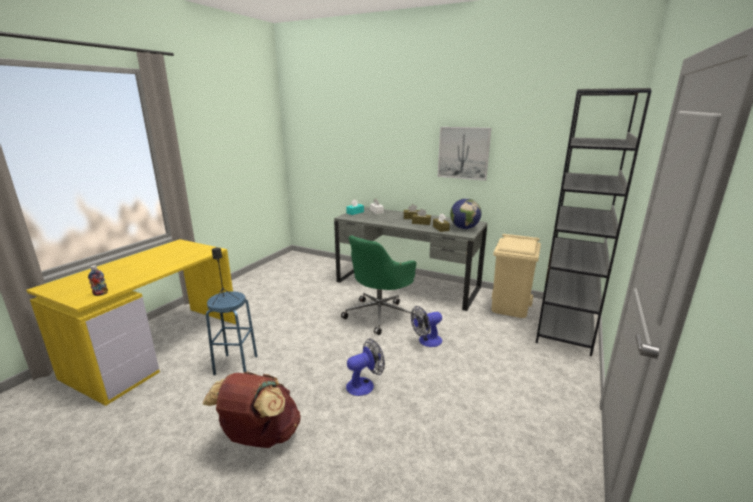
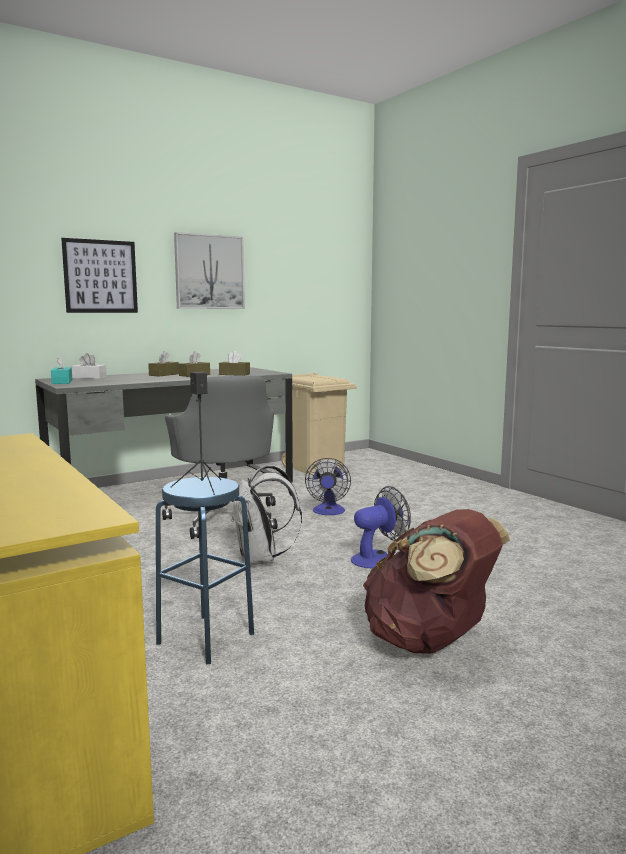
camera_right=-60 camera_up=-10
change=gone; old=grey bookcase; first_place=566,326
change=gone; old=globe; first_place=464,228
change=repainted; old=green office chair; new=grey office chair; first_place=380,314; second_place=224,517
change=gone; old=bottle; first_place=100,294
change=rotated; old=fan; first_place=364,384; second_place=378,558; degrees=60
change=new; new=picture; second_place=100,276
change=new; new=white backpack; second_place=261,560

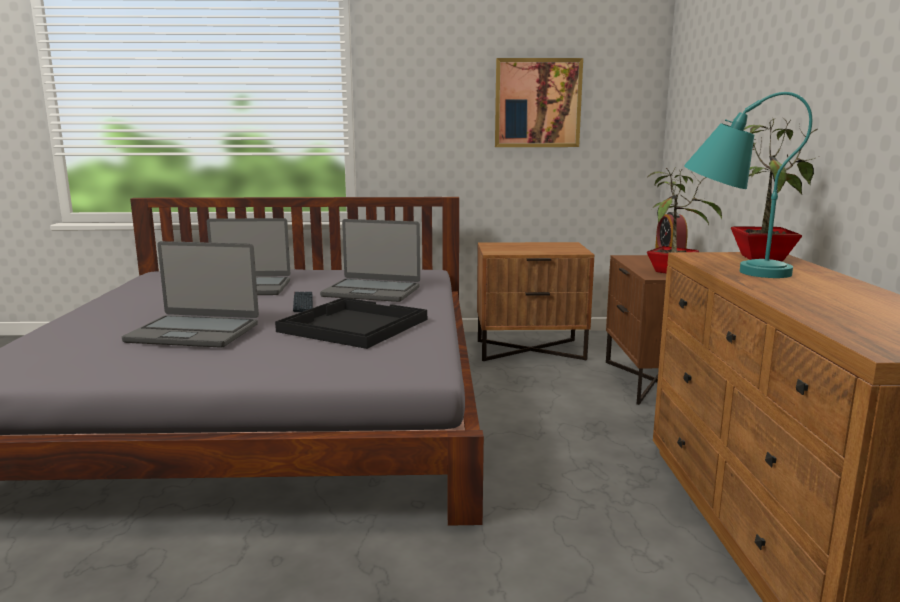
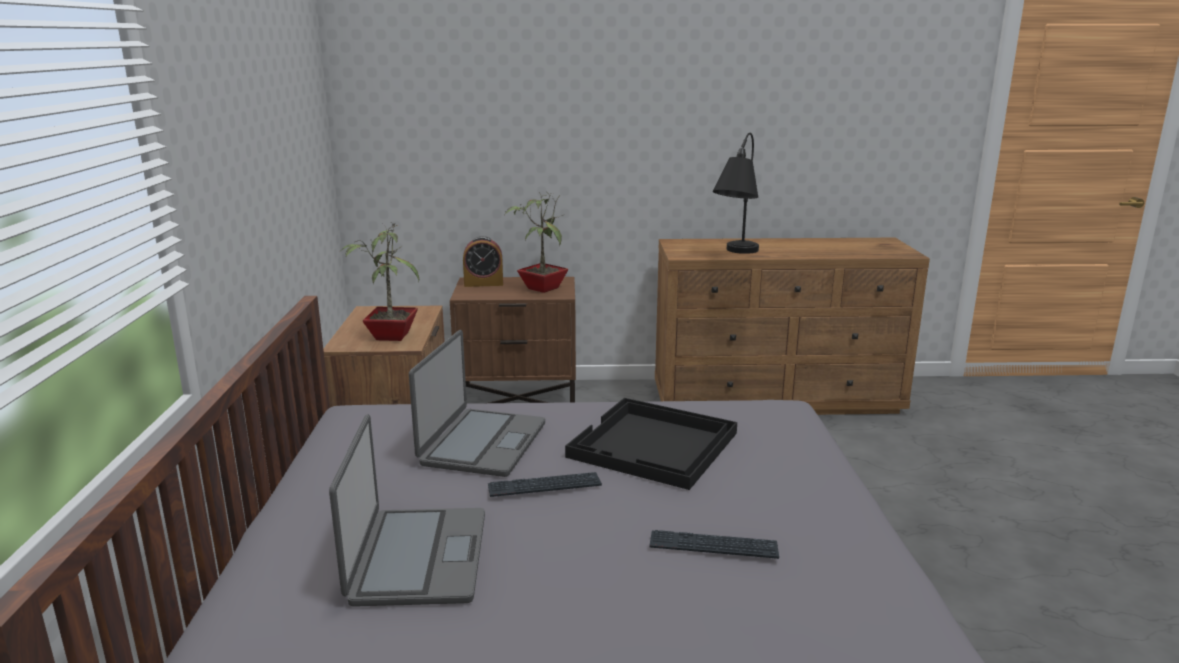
camera_right=-90 camera_up=5
change=gone; old=picture; first_place=537,103
change=repainted; old=turquoise table lamp; new=black table lamp; first_place=729,269; second_place=735,254
change=shifted; old=potted plant; first_place=760,258; second_place=390,336
change=swapped; old=laptop; new=keyboard; first_place=194,332; second_place=713,547

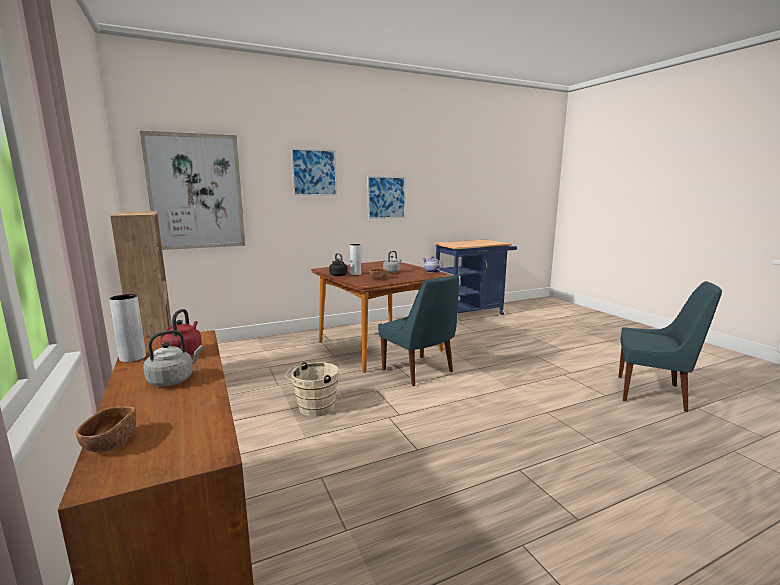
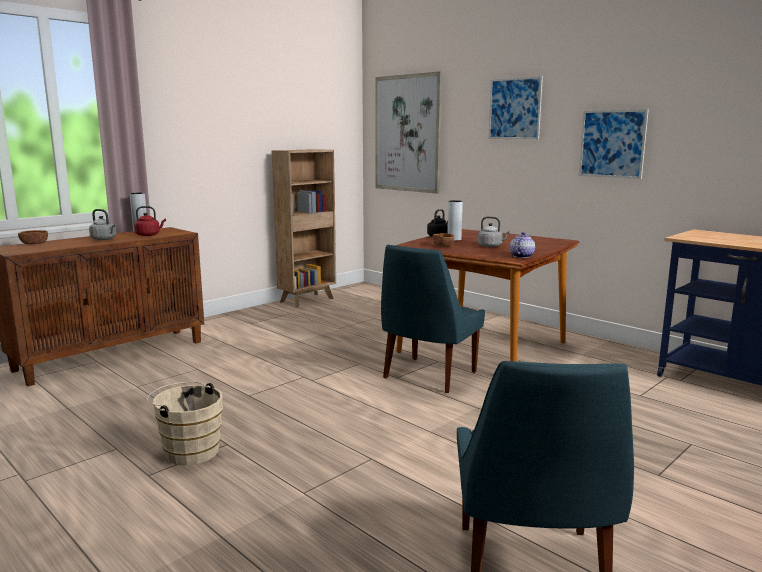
camera_right=70 camera_up=0
change=shifted; old=beige bucket; first_place=313,408; second_place=189,450

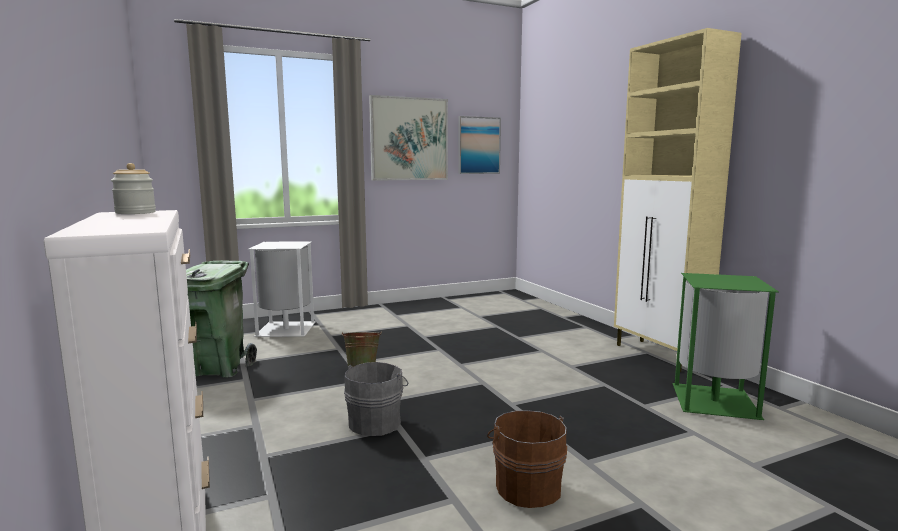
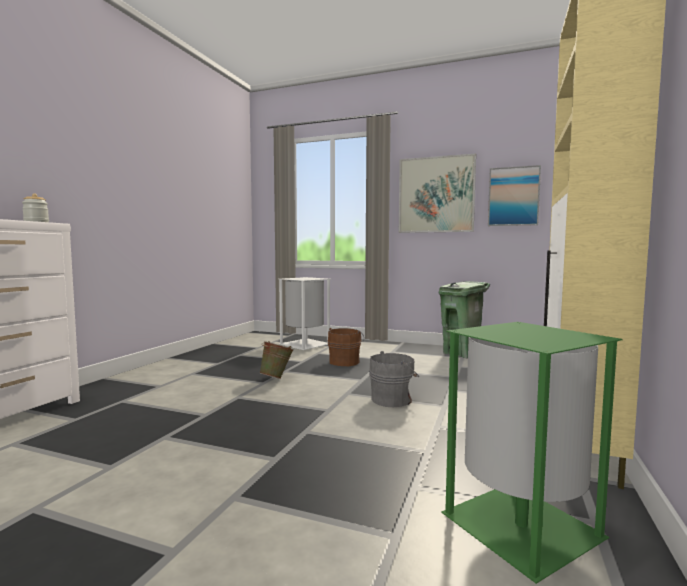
camera_right=45 camera_up=-5
change=shifted; old=green trash can; first_place=220,369; second_place=462,353
change=shifted; old=grey bucket; first_place=376,422; second_place=393,399
change=shifted; old=brown bucket; first_place=527,486; second_place=345,362

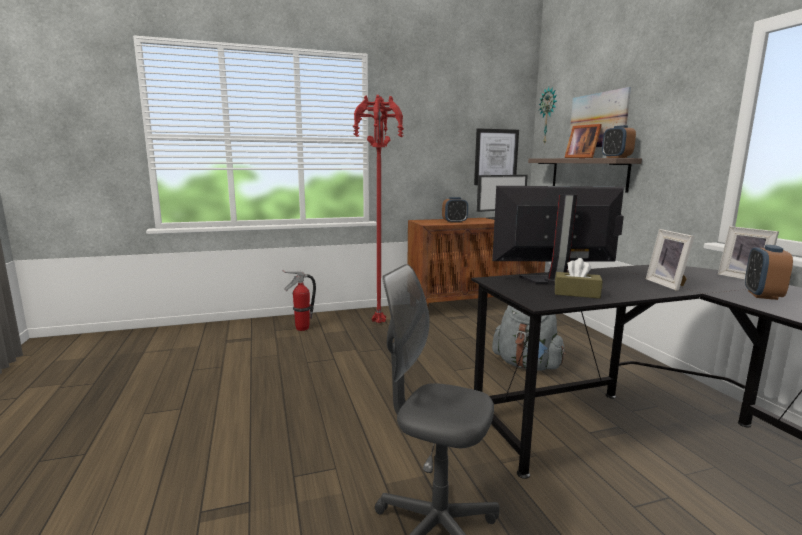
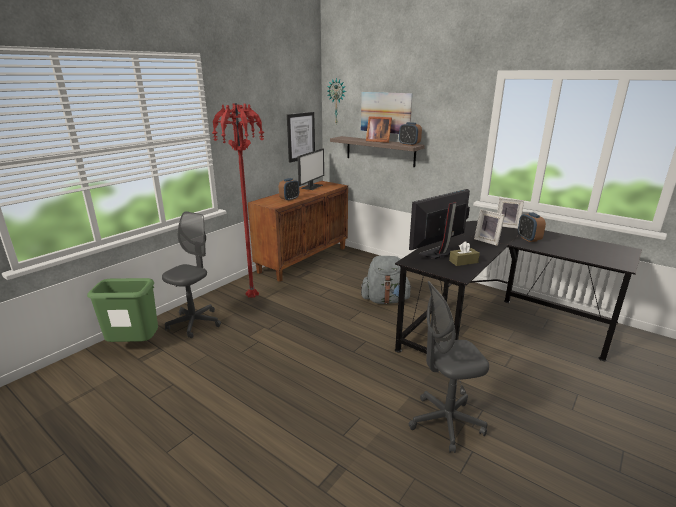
camera_right=-35 camera_up=10
change=swapped; old=fire extinguisher; new=grey office chair; first_place=301,328; second_place=194,323
change=new; new=green trash can; second_place=135,345

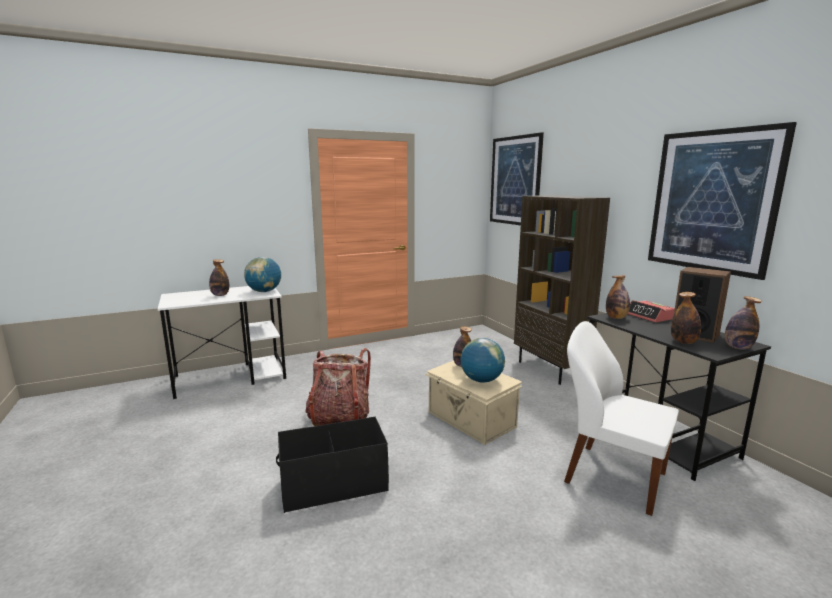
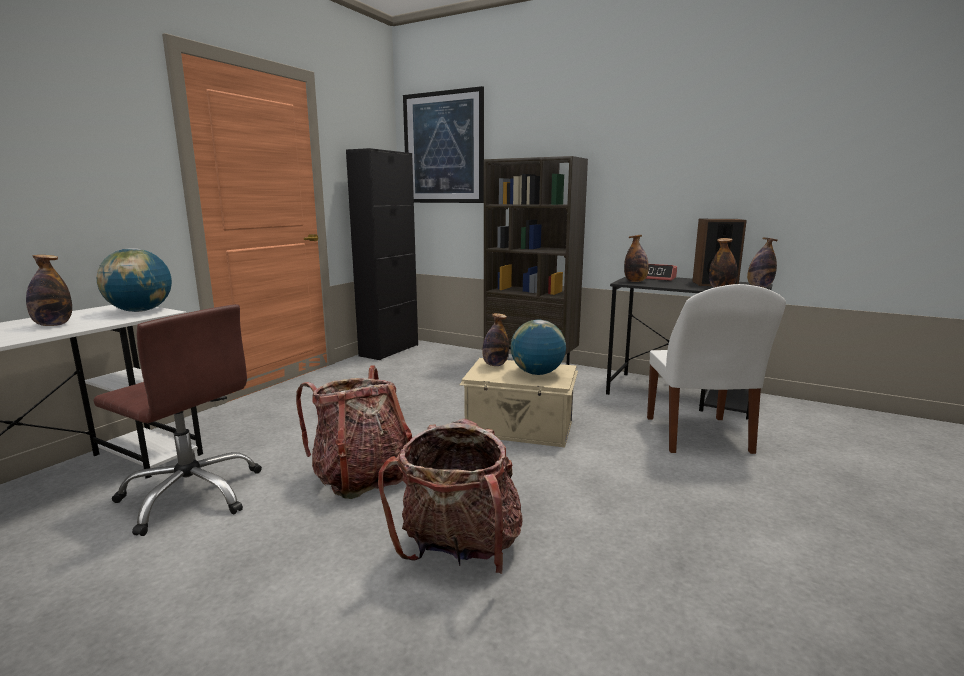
camera_right=-35 camera_up=0
change=gone; old=picture; first_place=712,201
change=rotated; old=white chair; first_place=611,476; second_place=698,436; degrees=-90
change=swapped; old=black storage box; new=backpack; first_place=333,484; second_place=459,550
change=new; new=black cabinet; second_place=389,350
change=new; new=brown office chair; second_place=192,494

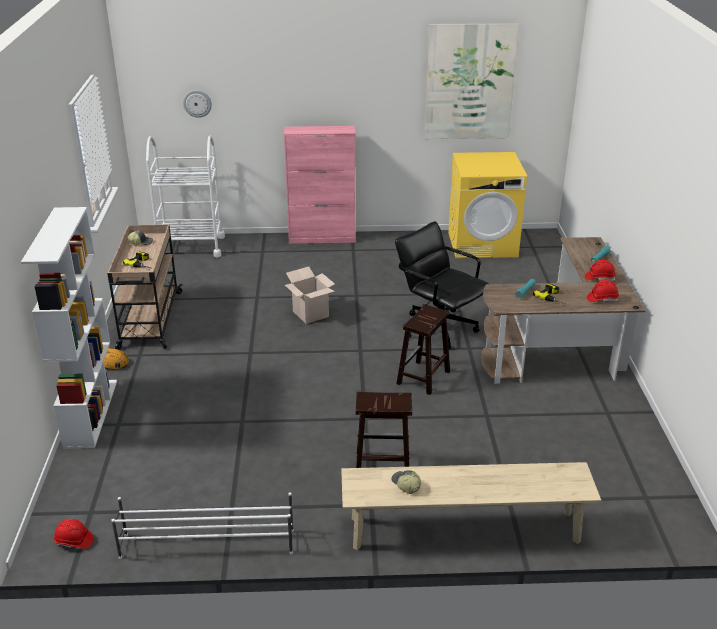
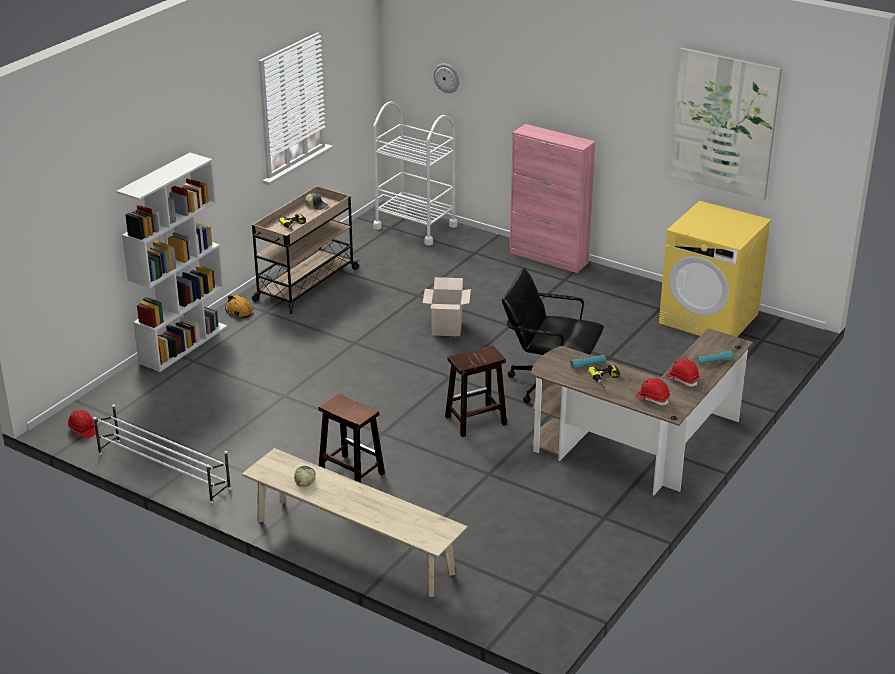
camera_right=35 camera_up=0
change=rotated; old=black office chair; first_place=439,328; second_place=549,384; degrees=-60

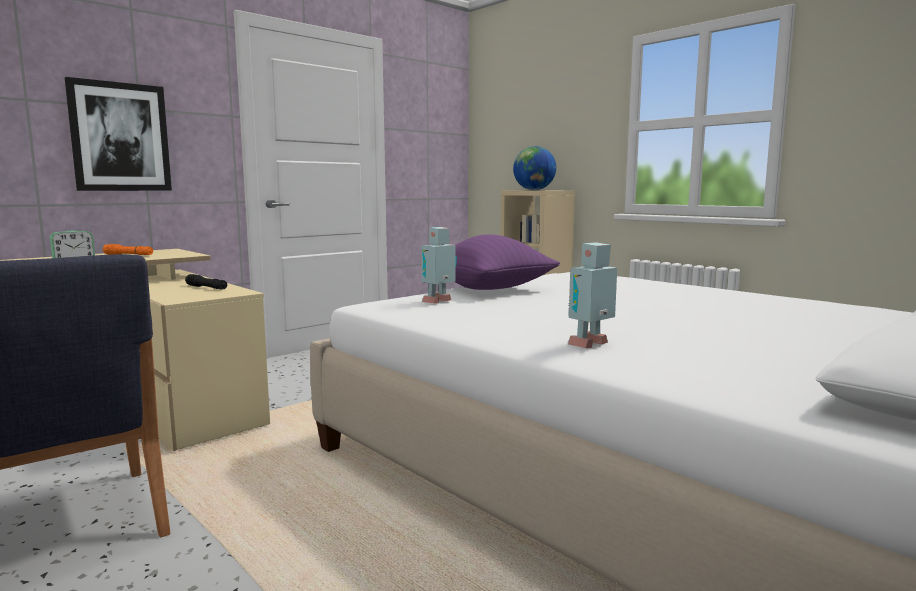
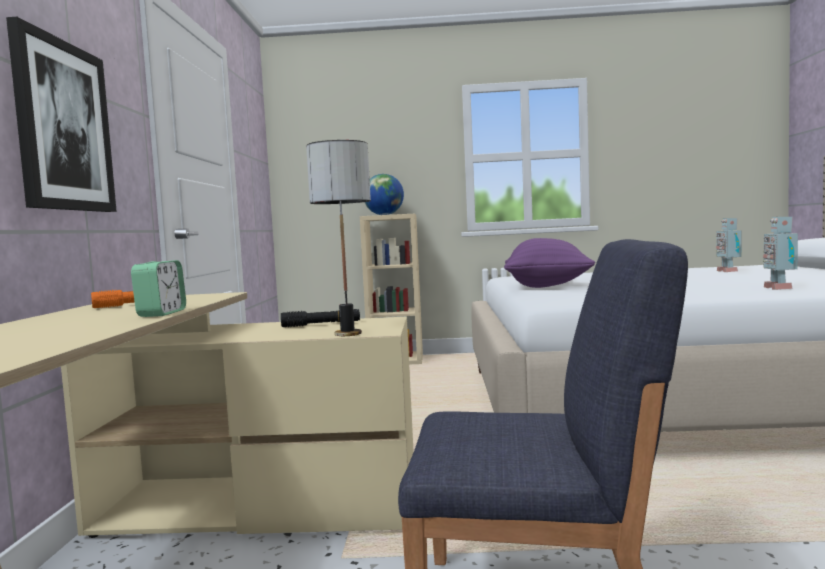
camera_right=-45 camera_up=-5
change=shifted; old=toy robot; first_place=439,302; second_place=728,271
change=new; new=table lamp; second_place=348,333

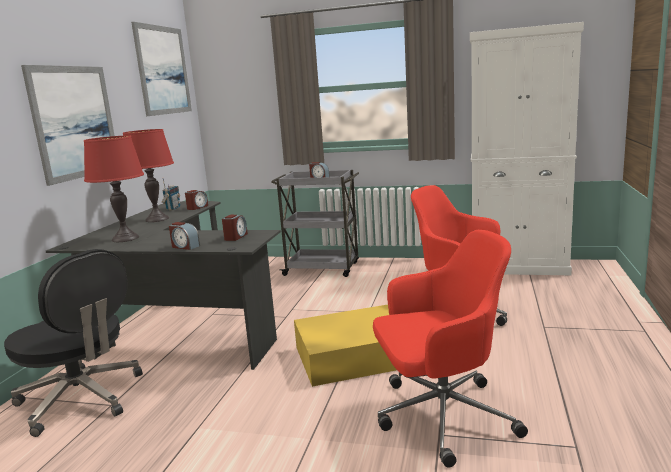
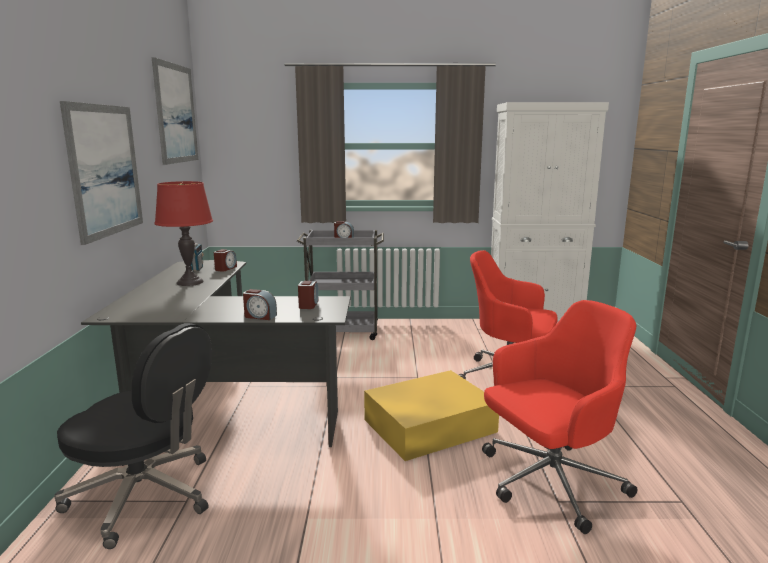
camera_right=-15 camera_up=0
change=gone; old=red table lamp; first_place=125,238

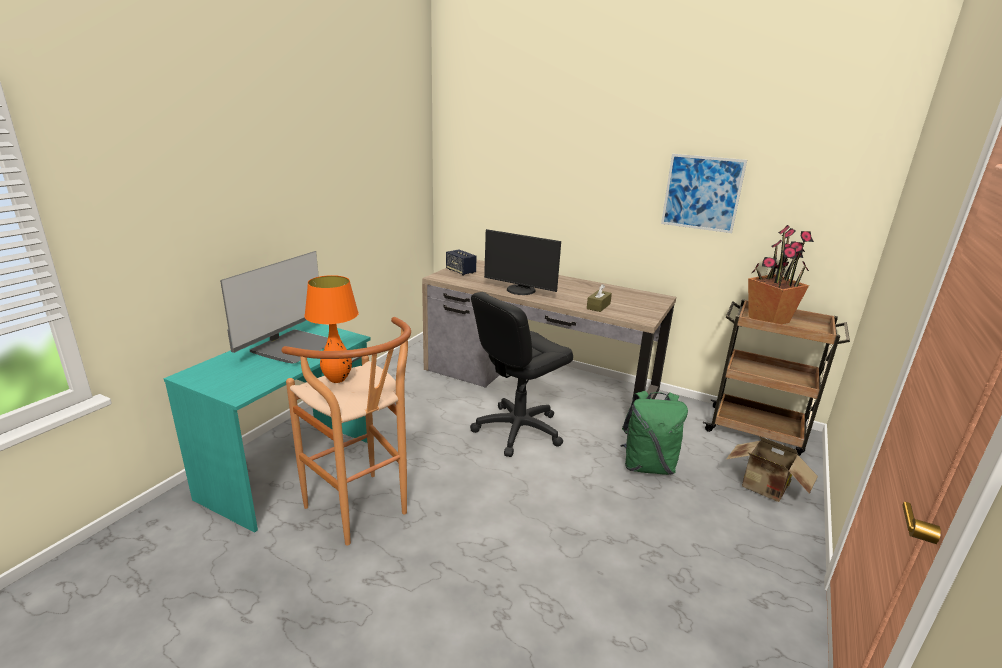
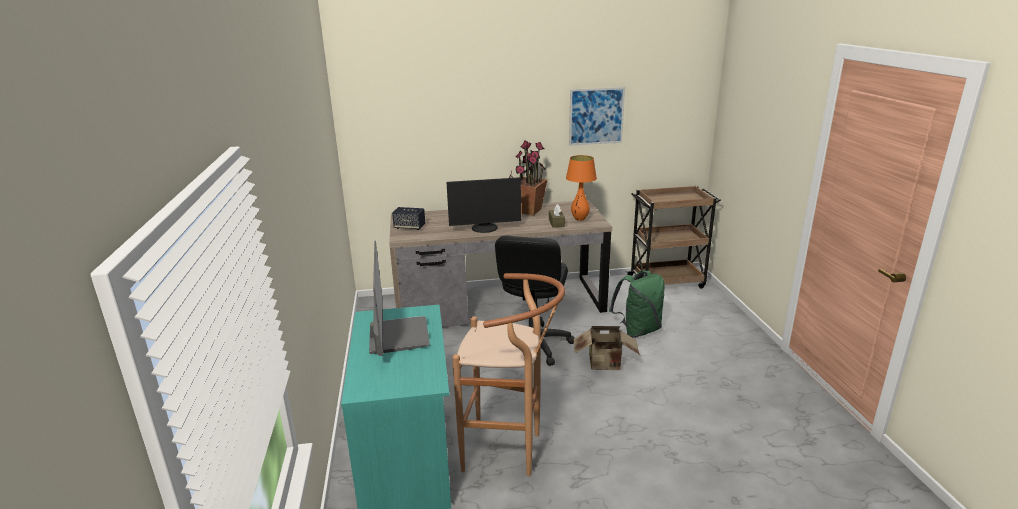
camera_right=-35 camera_up=0
change=shifted; old=potted plant; first_place=768,319; second_place=528,210
change=shifted; old=orange table lamp; first_place=337,379; second_place=579,219
change=shifted; old=cardboard box; first_place=765,489; second_place=605,365

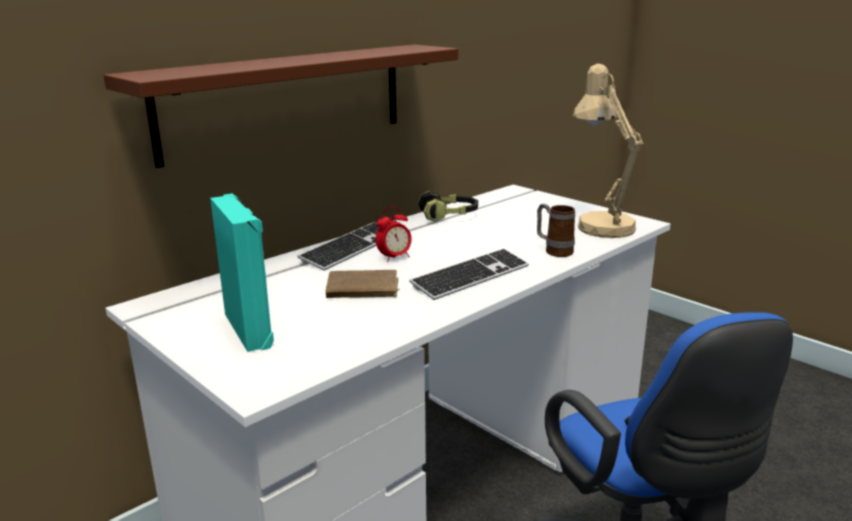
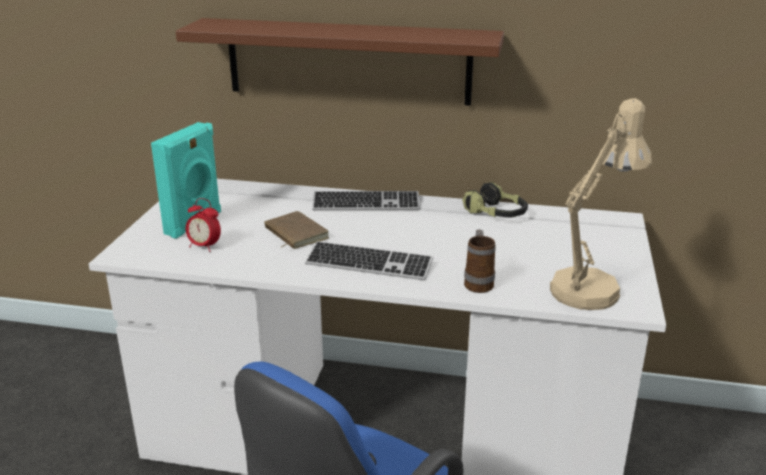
camera_right=55 camera_up=5
change=shifted; old=alarm clock; first_place=394,258; second_place=204,246

